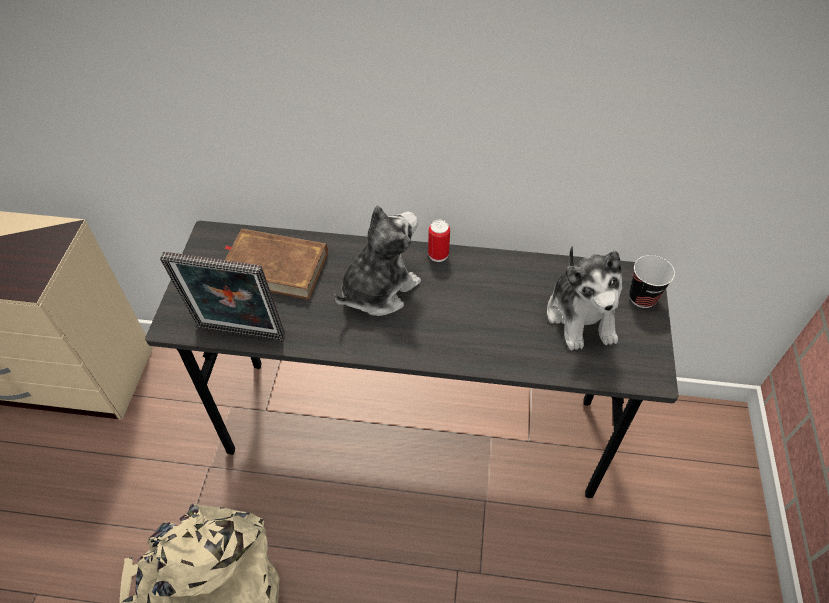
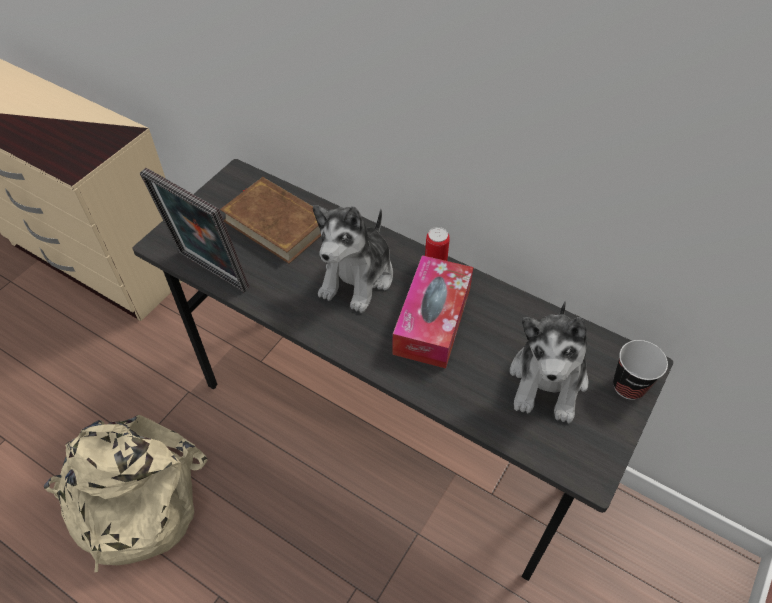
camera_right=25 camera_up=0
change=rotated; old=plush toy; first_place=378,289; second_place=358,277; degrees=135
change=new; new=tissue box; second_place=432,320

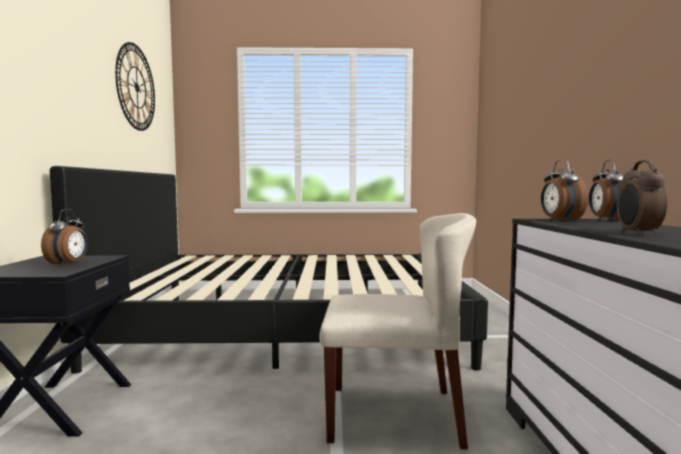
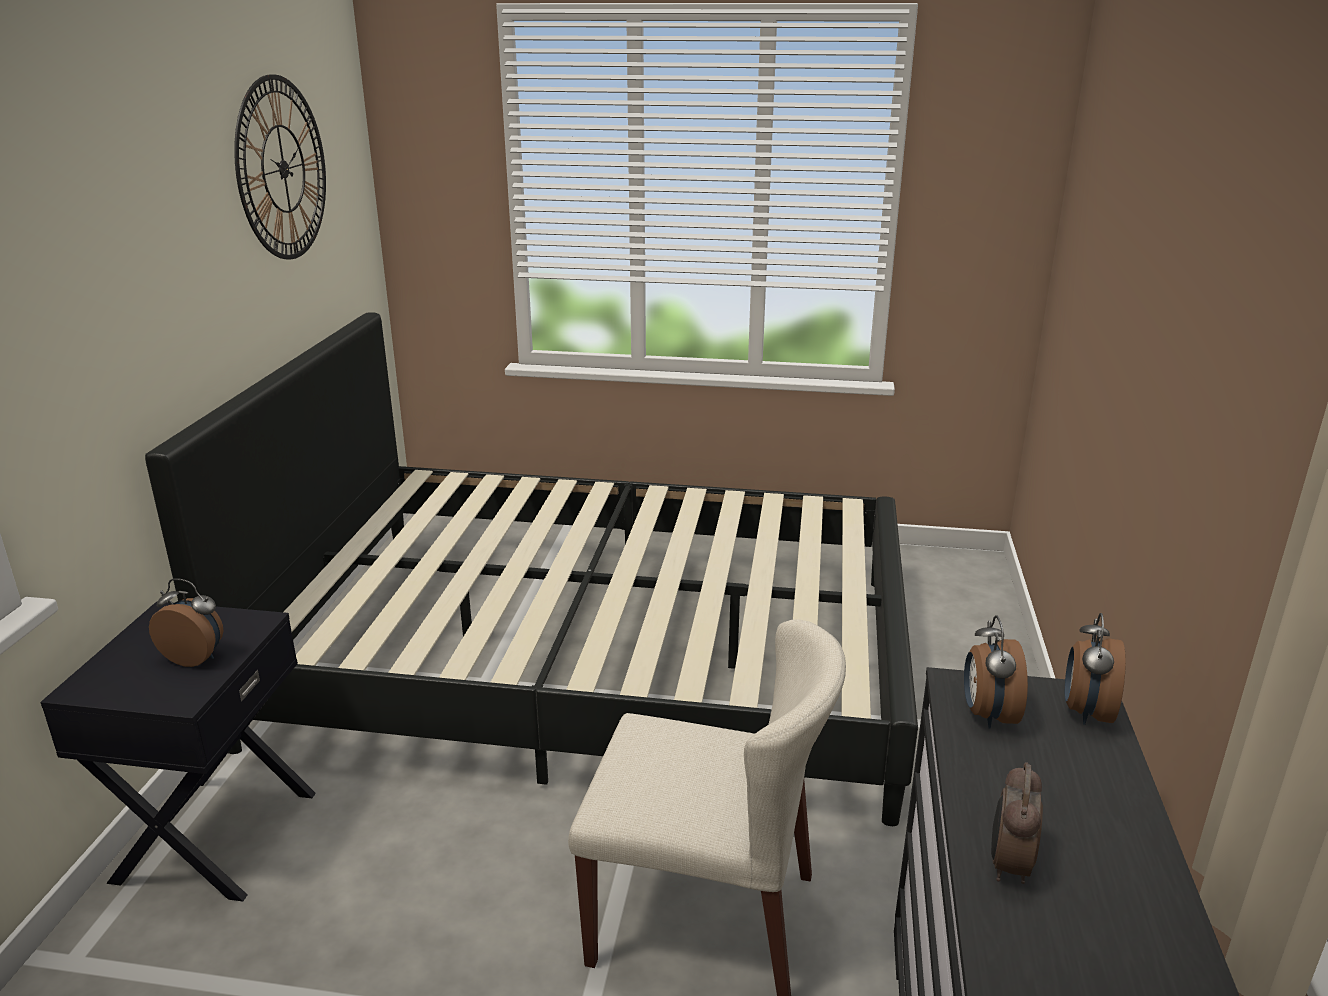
camera_right=10 camera_up=20
change=rotated; old=alarm clock; first_place=68,264; second_place=196,657; degrees=-90

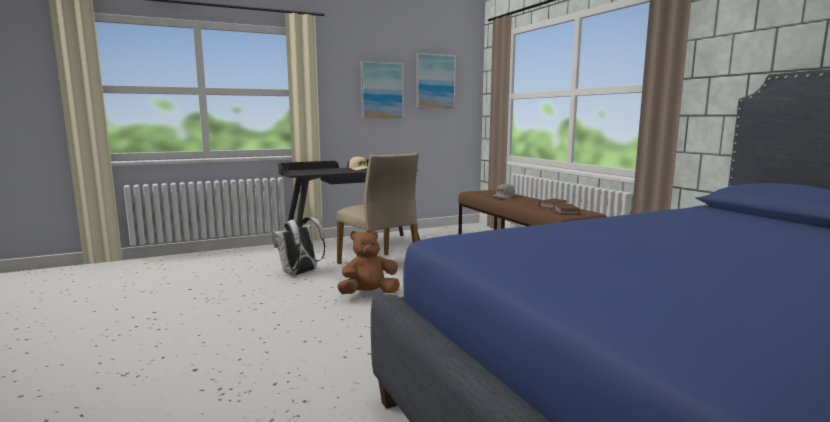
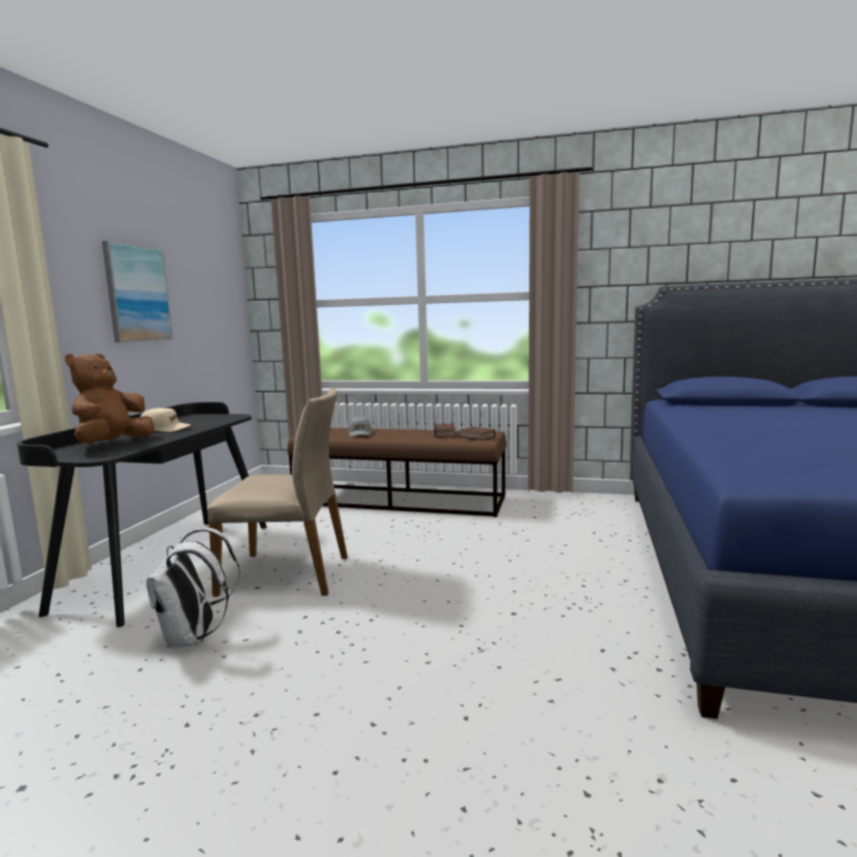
camera_right=-50 camera_up=0
change=gone; old=picture; first_place=435,81
change=shifted; old=brown plush toy; first_place=368,294; second_place=113,444

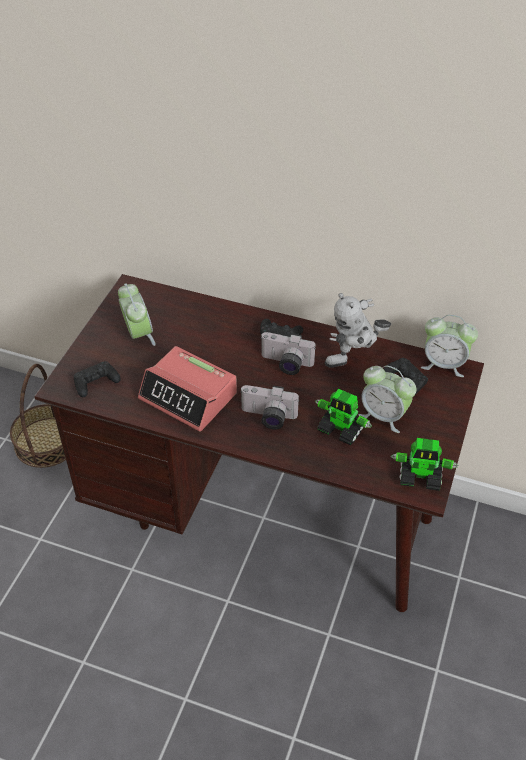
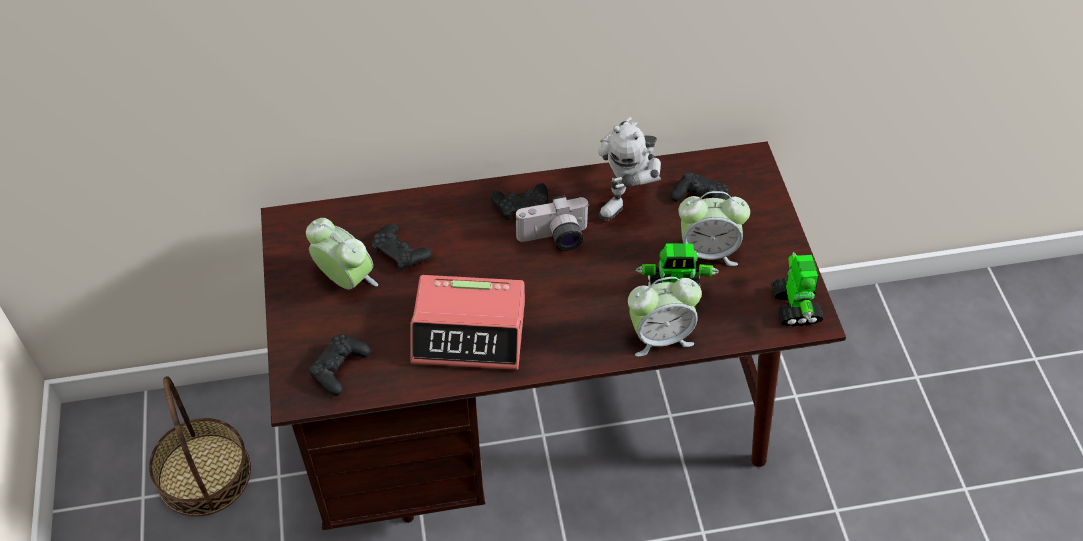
camera_right=-30 camera_up=5
change=shifted; old=alarm clock; first_place=444,364; second_place=660,336
change=gone; old=photo camera; first_place=268,418
change=rotated; old=toy robot; first_place=420,477; second_place=795,305; degrees=-75
change=new; new=black game controller; second_place=400,252

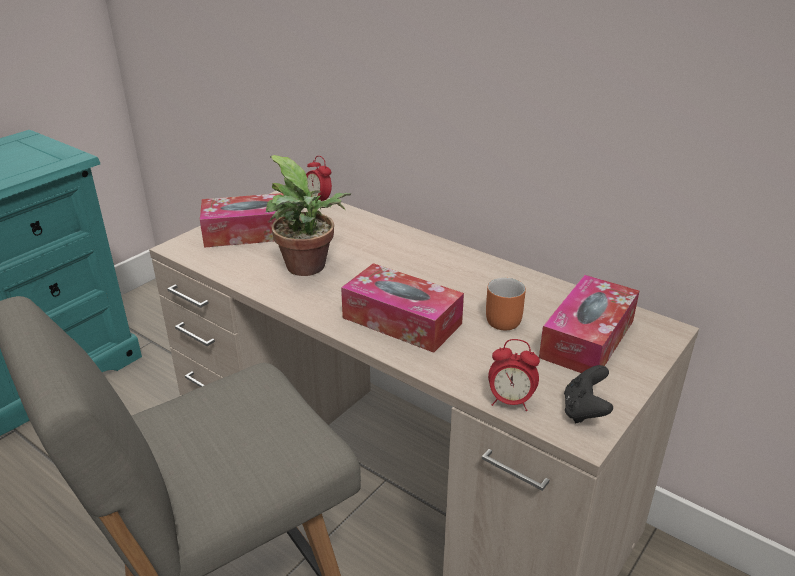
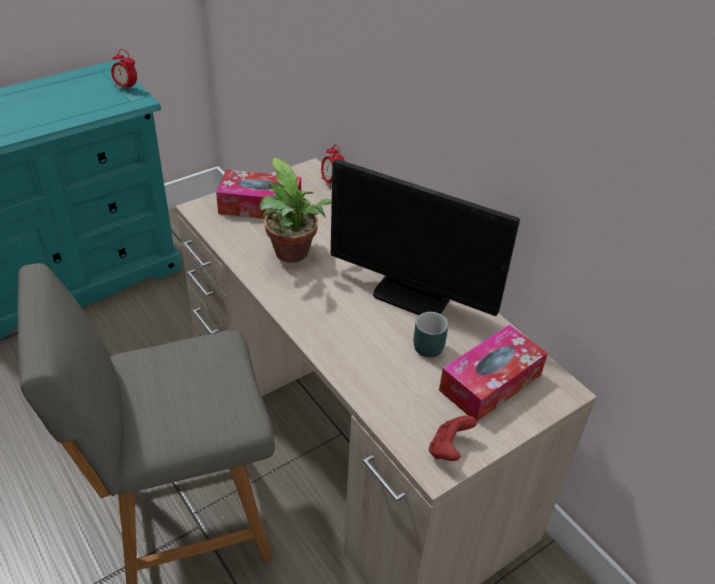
camera_right=15 camera_up=10
change=gone; old=tissue box; first_place=402,321
change=repainted; old=orange mug; new=turquoise mug; first_place=498,318; second_place=425,343
change=shifted; old=alarm clock; first_place=510,401; second_place=126,87
change=repainted; old=black game controller; new=red game controller; first_place=584,411; second_place=448,449
change=new; new=monitor; second_place=412,295

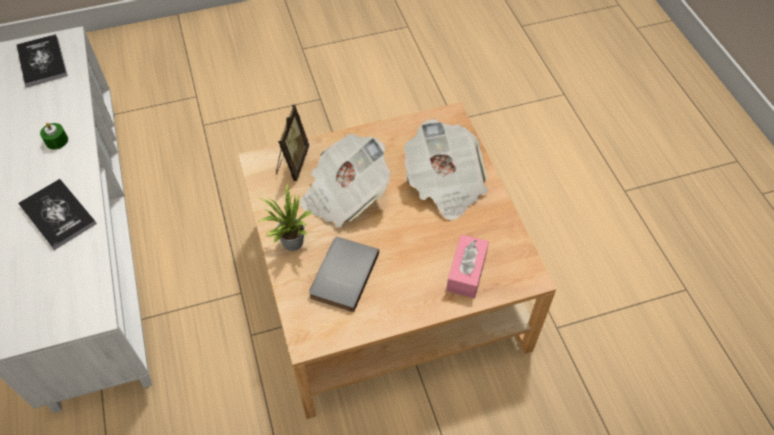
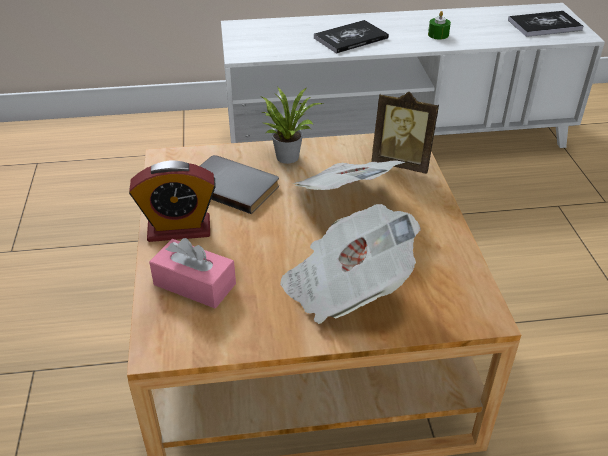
camera_right=100 camera_up=-15
change=new; new=alarm clock; second_place=179,229

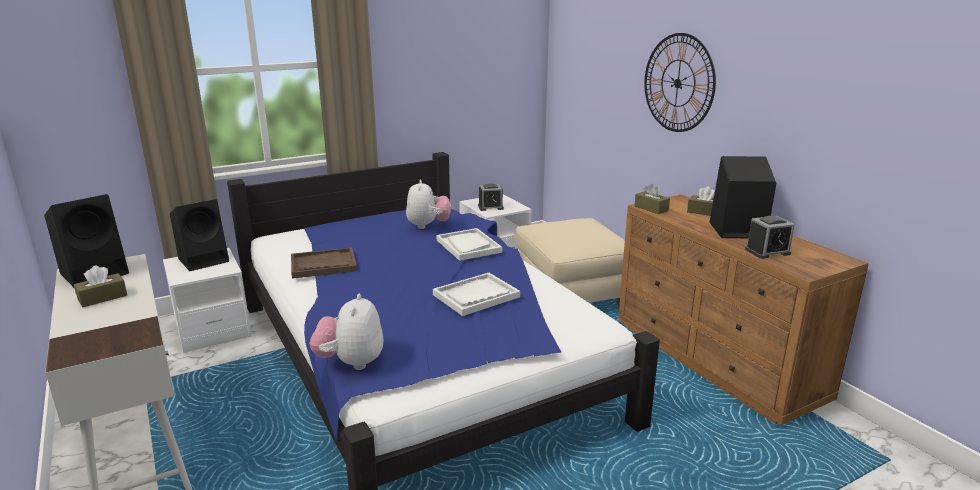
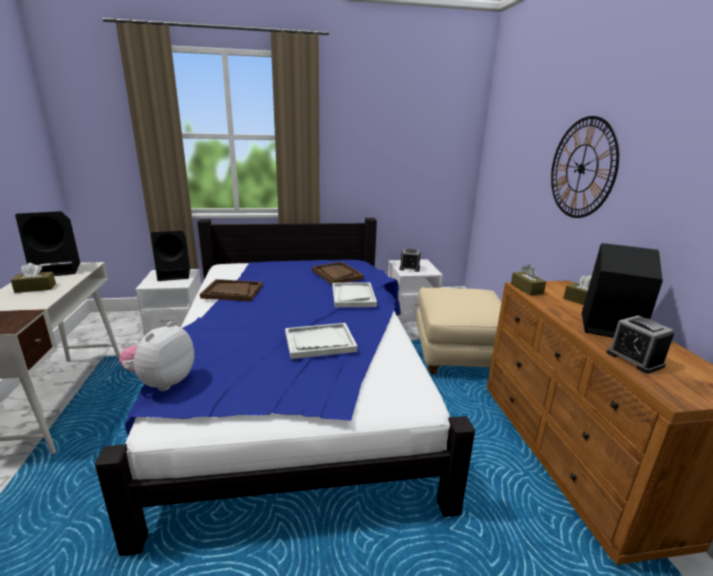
camera_right=20 camera_up=0
change=swapped; old=plush toy; new=brown tray; first_place=428,226; second_place=337,274
change=rotated; old=alarm clock; first_place=767,251; second_place=634,359; degrees=60

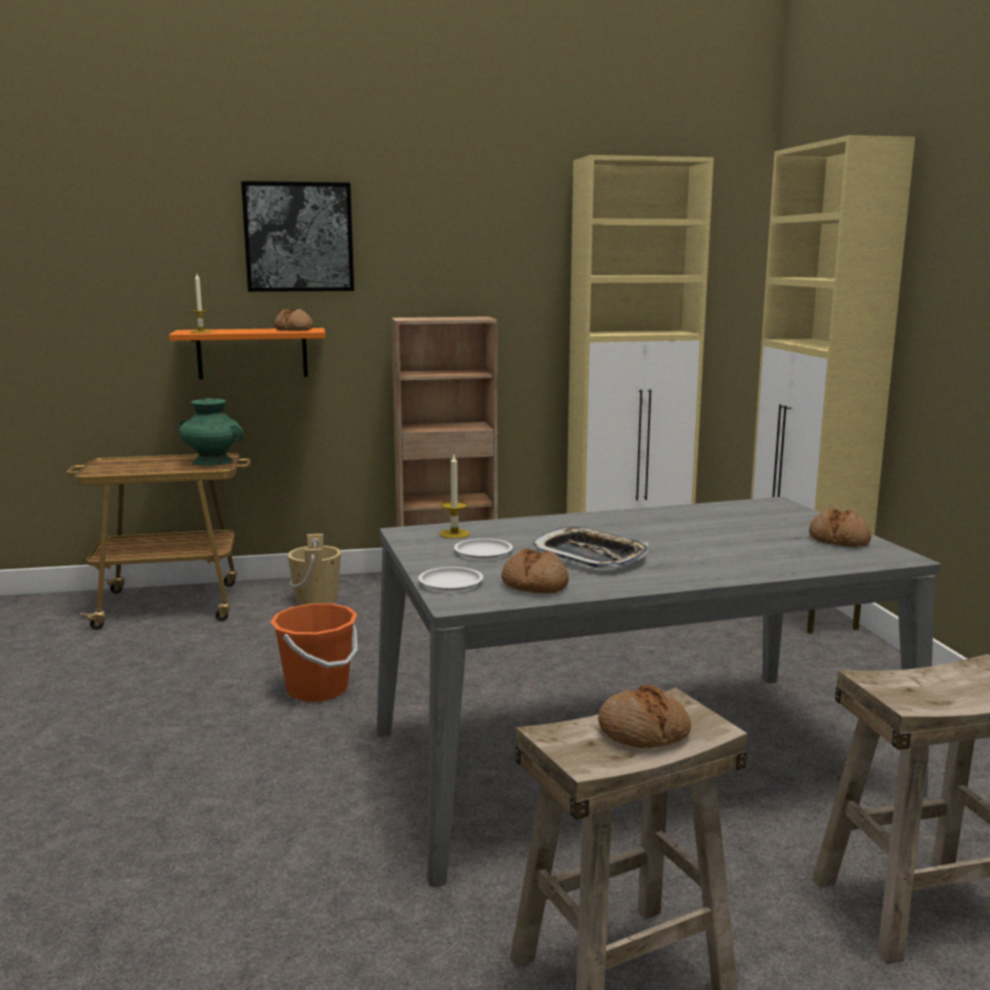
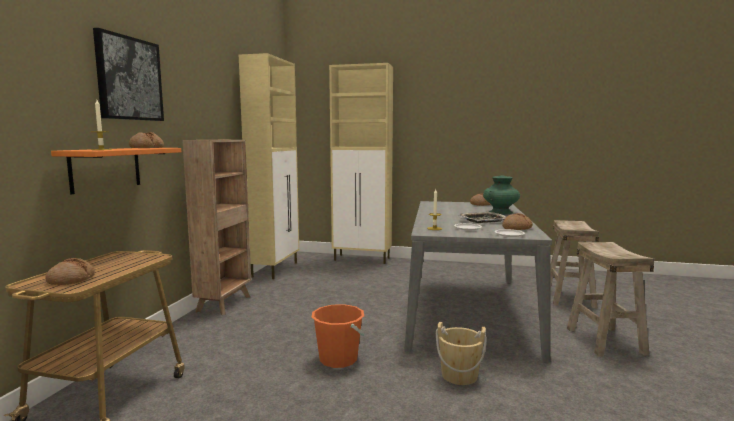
camera_right=-65 camera_up=-5
change=shifted; old=green vase; first_place=212,461; second_place=500,212
change=shifted; old=beige bucket; first_place=316,599; second_place=459,375
change=shifted; old=bread; first_place=643,731; second_place=71,279

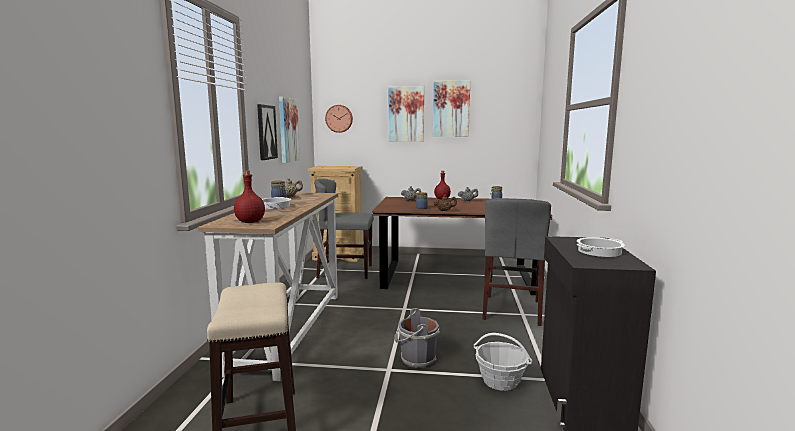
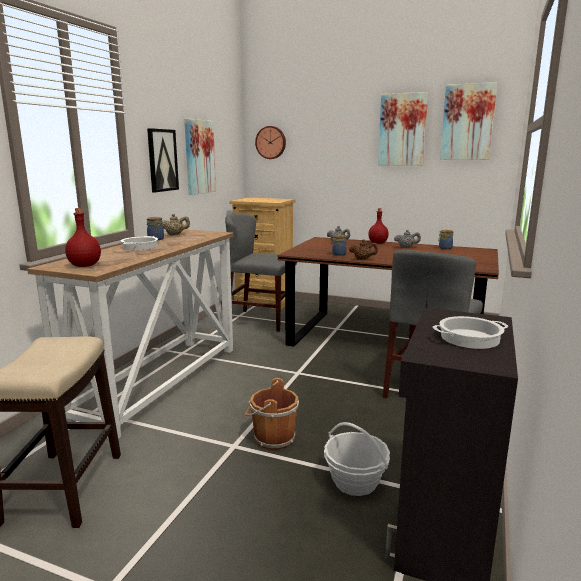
camera_right=15 camera_up=5
change=shifted; old=picture; first_place=406,114; second_place=467,122
change=repainted; old=grey bucket; new=brown bucket; first_place=416,359; second_place=272,438

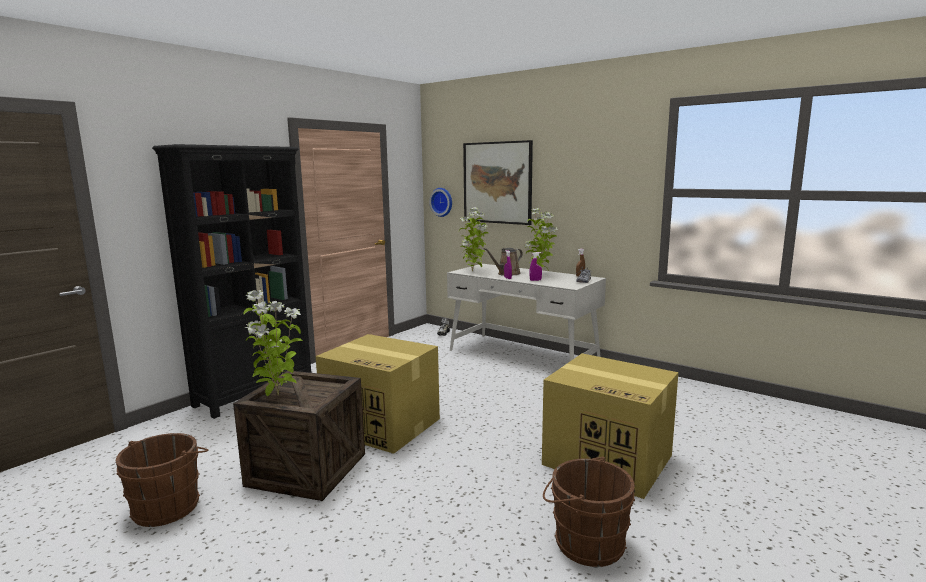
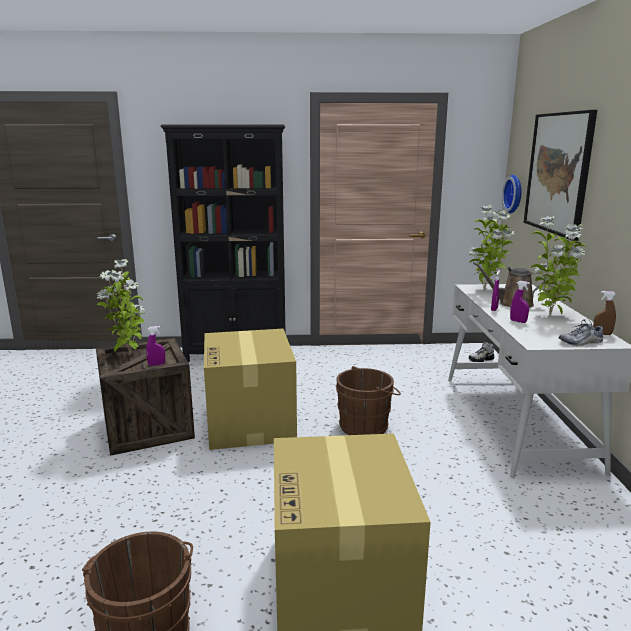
camera_right=50 camera_up=5
change=shifted; old=brown bucket; first_place=169,506; second_place=366,426
change=new; new=purple spray bottle; second_place=156,364

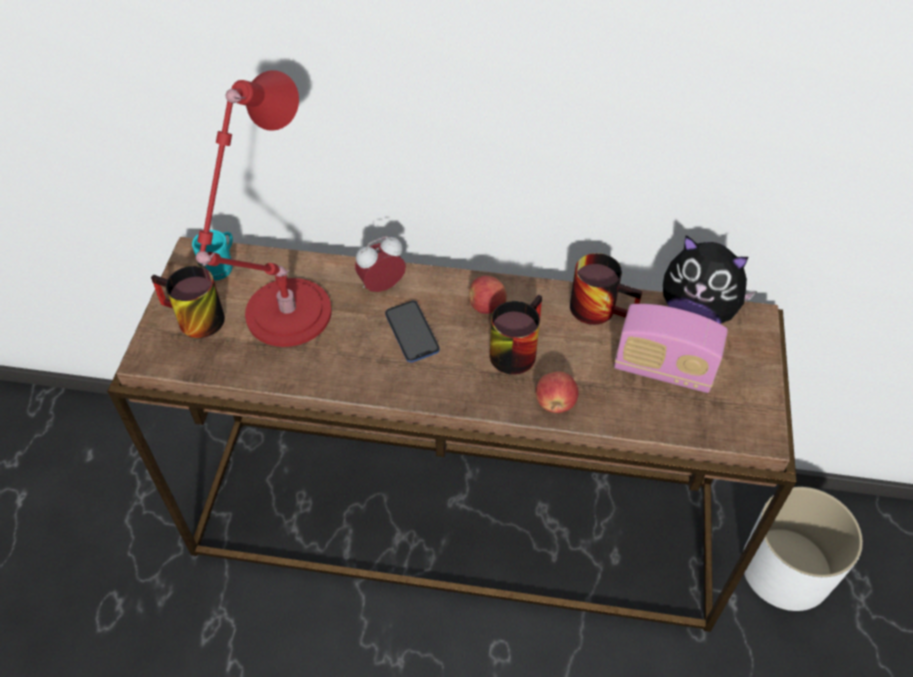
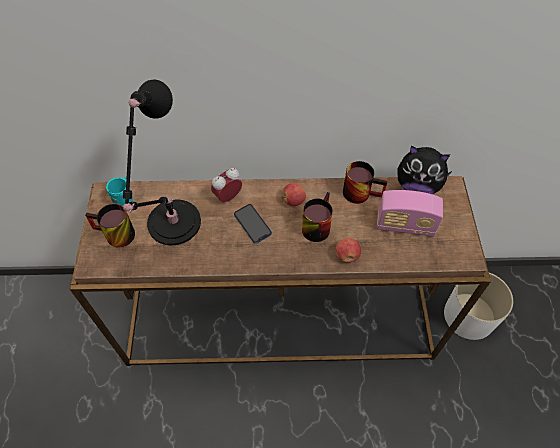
camera_right=-10 camera_up=5
change=repainted; old=red table lamp; new=black table lamp; first_place=284,318; second_place=172,226

